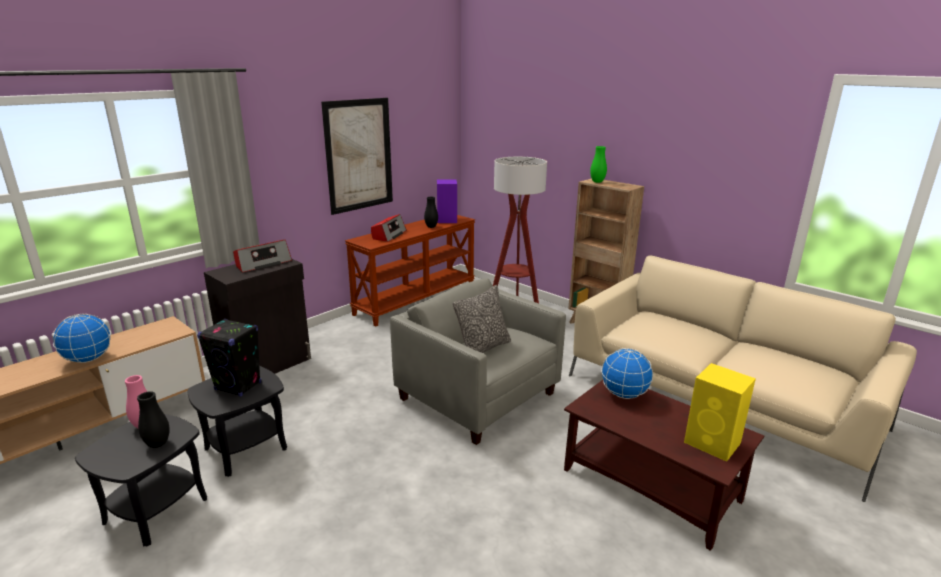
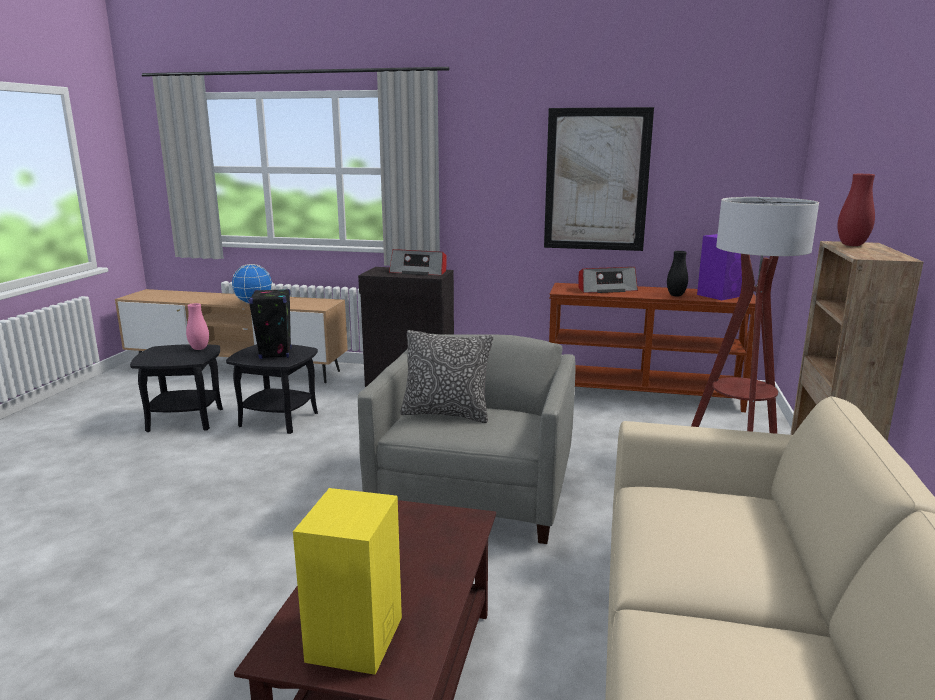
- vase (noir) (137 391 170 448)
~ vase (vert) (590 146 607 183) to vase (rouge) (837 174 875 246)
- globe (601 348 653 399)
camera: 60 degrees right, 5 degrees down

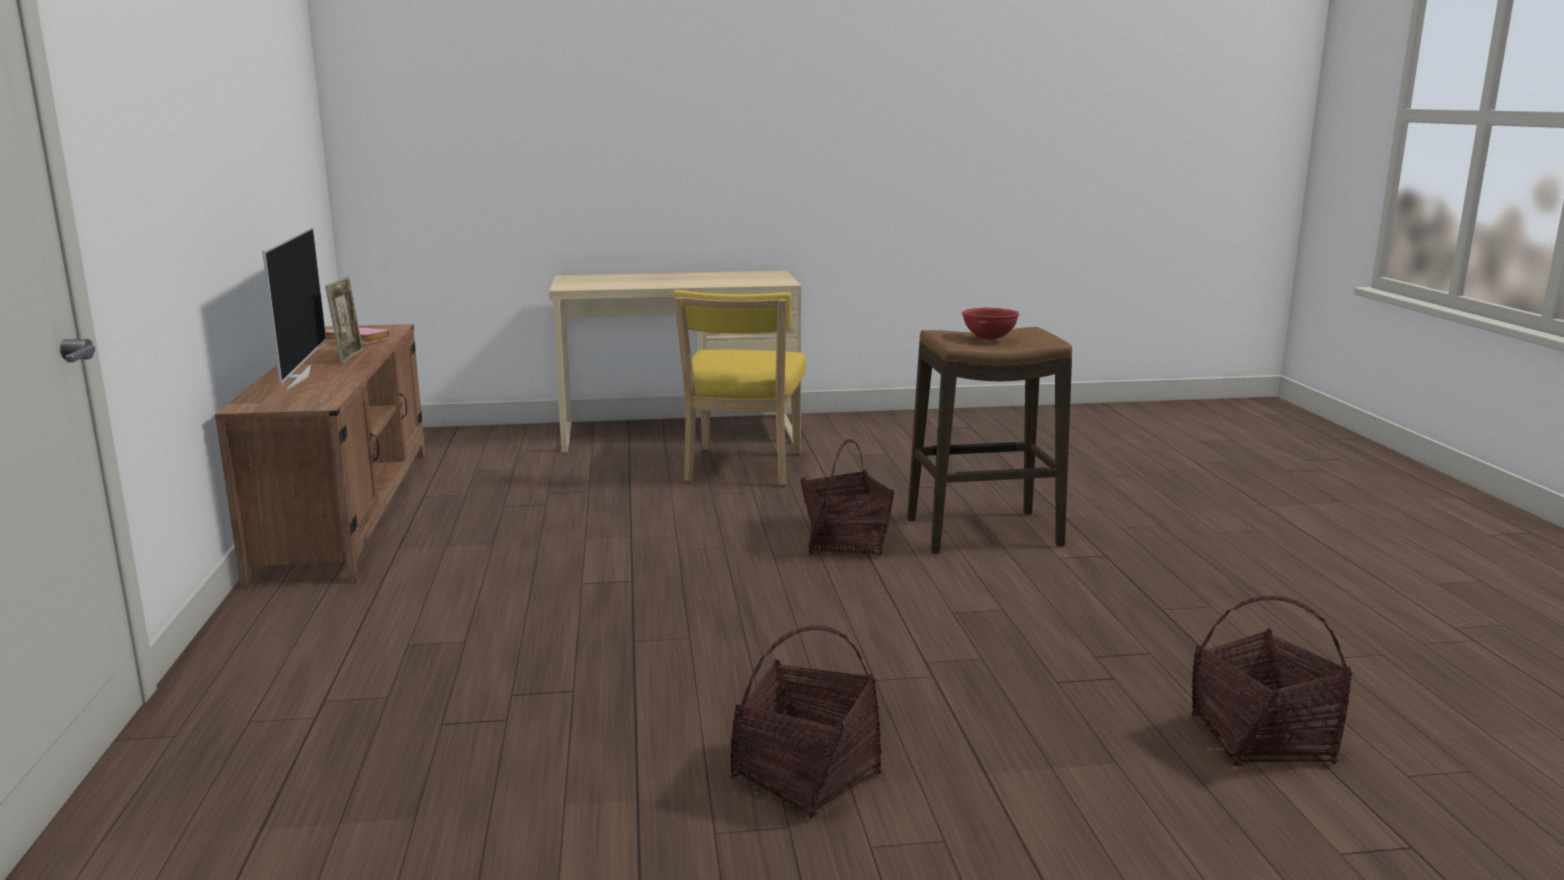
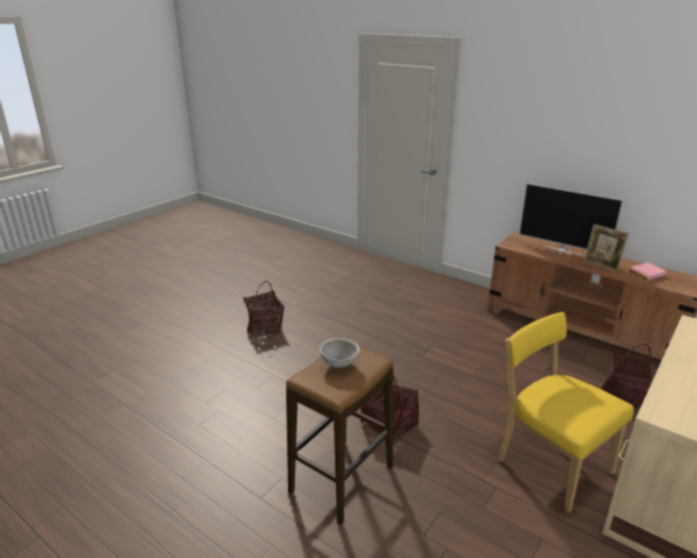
~ bol (rouge) (962 308 1019 340) to bol (gris) (319 338 360 368)
~ panier (1191 596 1352 767) to (601 344 655 410)
camera: 135 degrees right, 10 degrees up

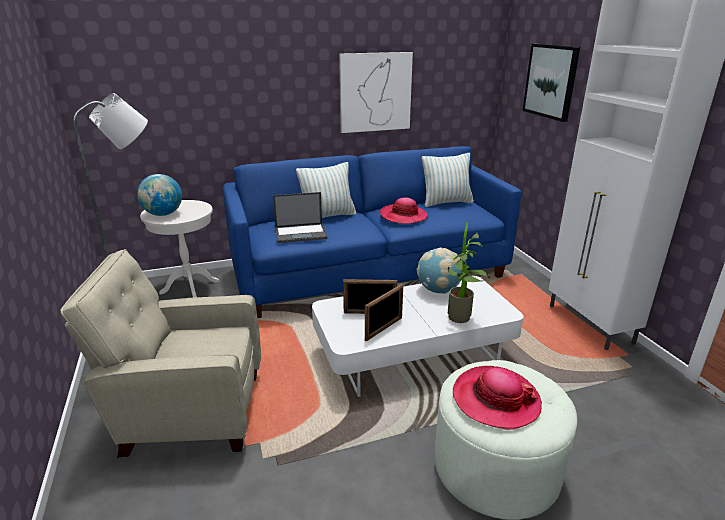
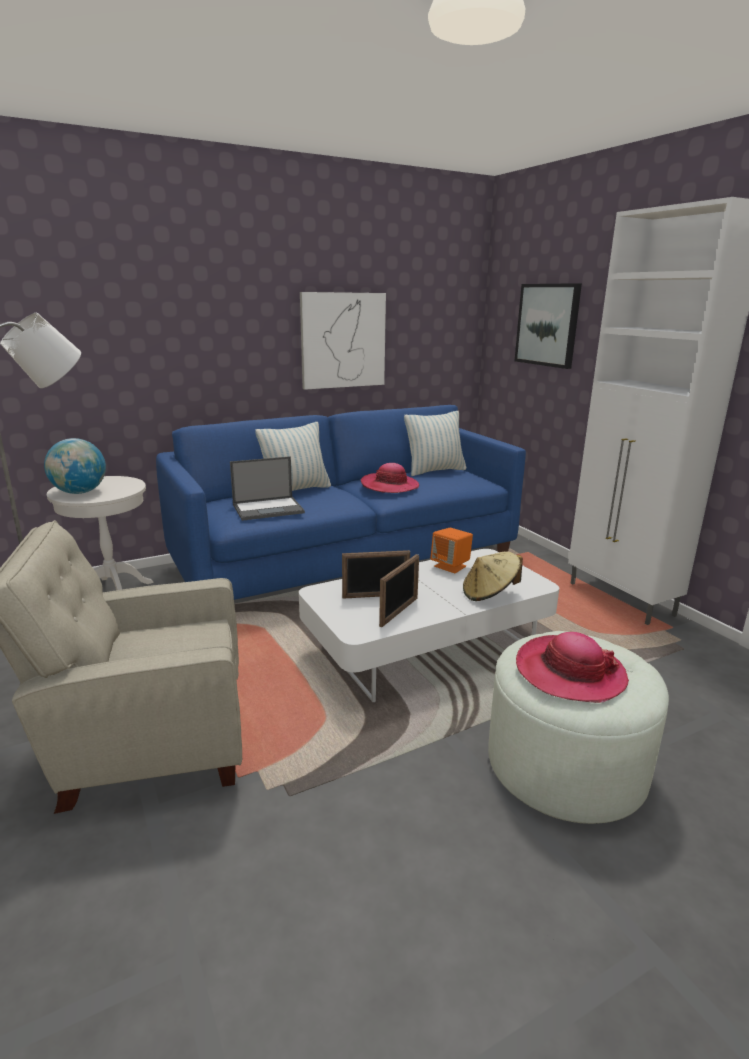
~ globe (417 247 462 294) to enceinte (orange) (430 528 473 573)
~ plante en pot (448 222 490 323) to chapeau (beige) (463 551 523 601)
camera: 10 degrees left, 5 degrees down

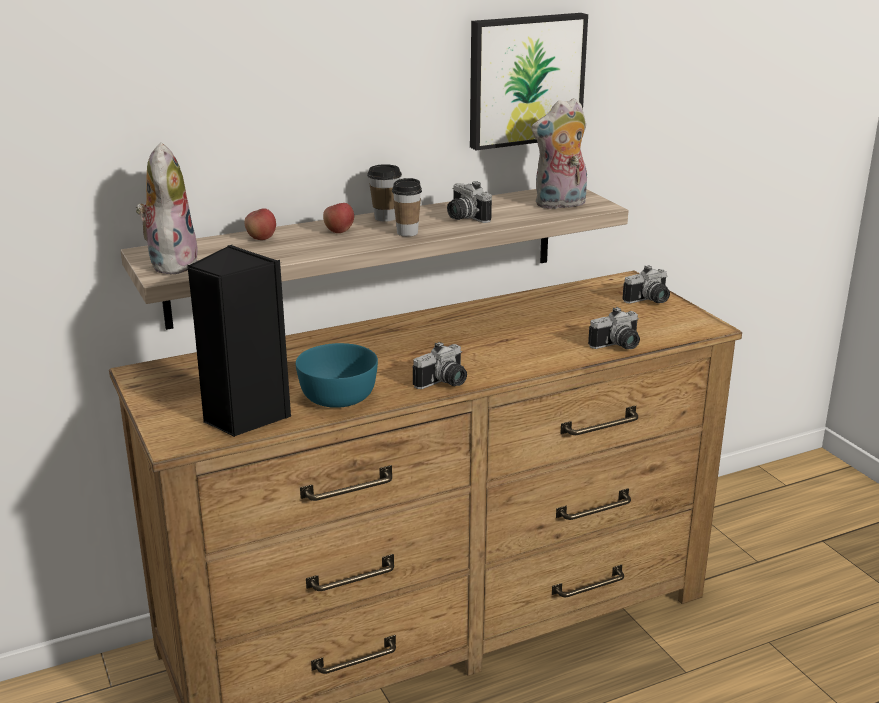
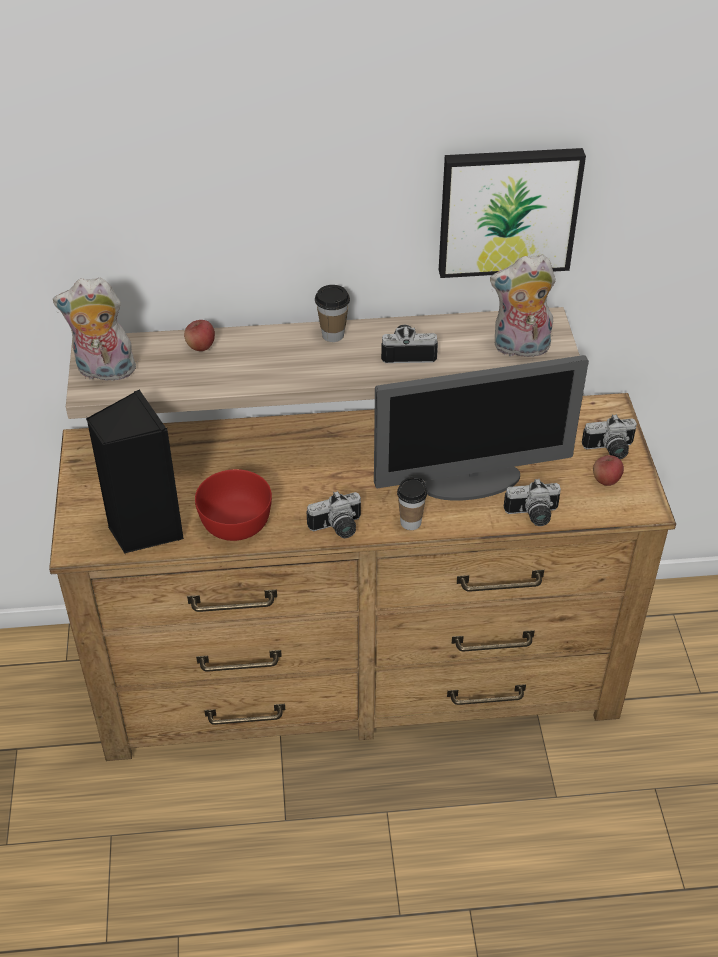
~ peluche (136 143 198 274) = (53 278 138 381) 105 degrees counterclockwise
~ bol (turquoise) (296 343 378 408) to bol (rouge) (195 469 272 541)
~ pomme (323 203 354 233) to (593 455 624 486)
~ tasse (392 178 422 237) to (397 477 427 530)
~ appareil photo (447 181 492 223) = (381 325 438 363) 105 degrees clockwise
+ écran d'ordinateur (374 355 589 501)
camera: 20 degrees right, 20 degrees up

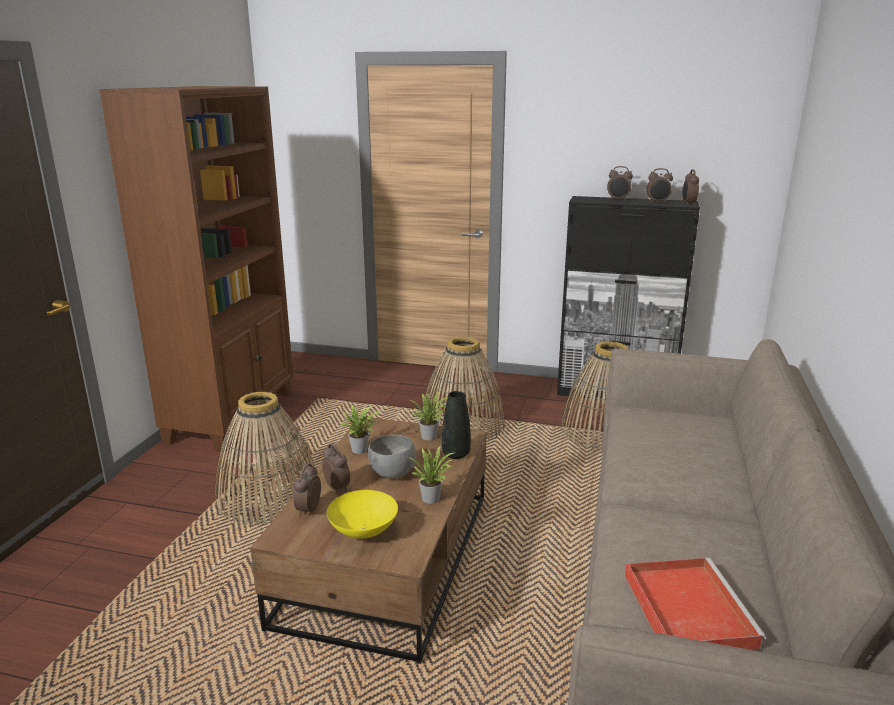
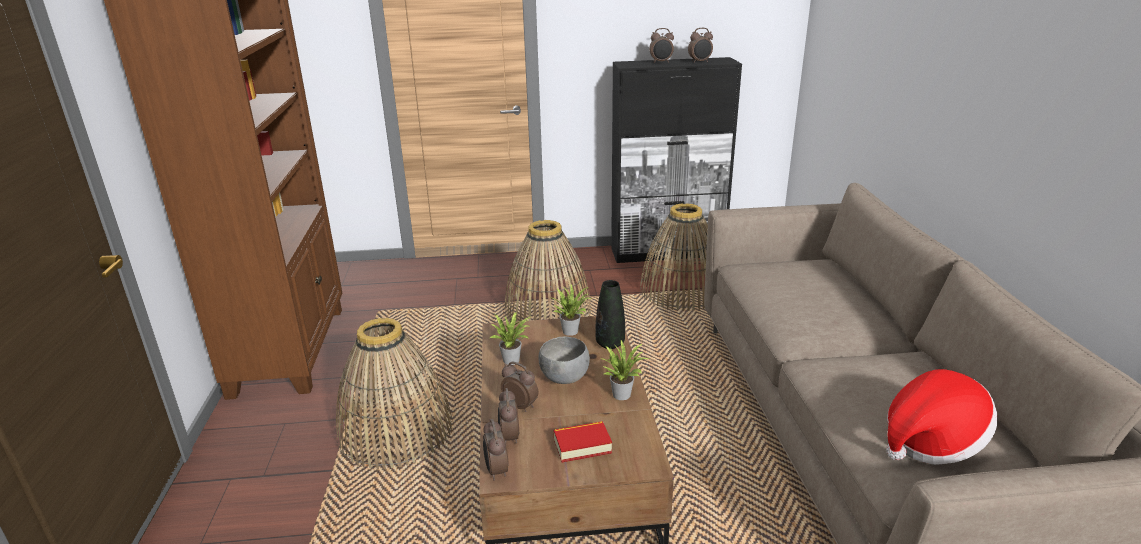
~ bol (jaune) (327 490 398 539) to livre (553 421 612 462)
~ plateau (rouge) (625 558 766 650) to chapeau (886 369 997 465)
~ réveil (682 169 699 206) to (483 419 508 481)
camera: 20 degrees left, 5 degrees up

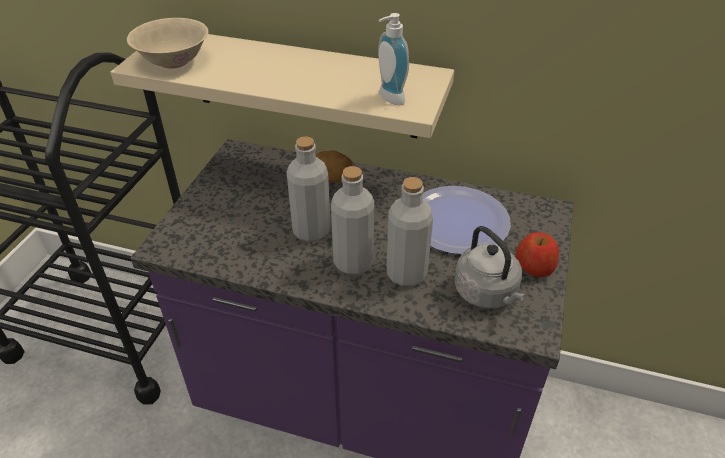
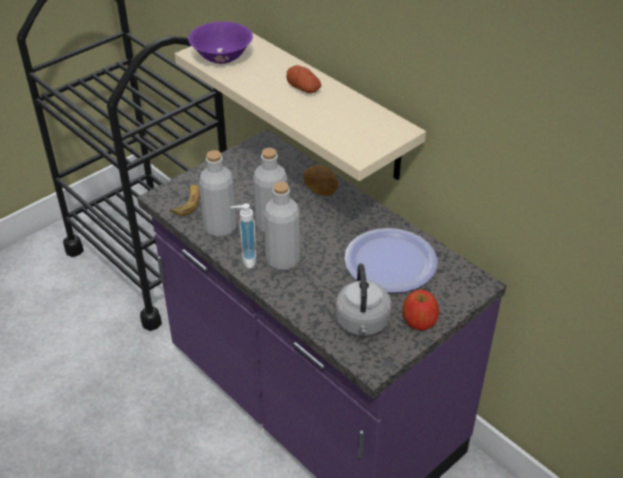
~ bol (beige) (127 18 208 69) to bol (violet) (188 21 253 64)
~ distributeur de savon (378 13 409 105) to (231 203 257 268)
~ bouteille (gris) (386 177 433 286) to (199 150 237 237)
+ banane (169 185 200 216)
+ pomme de terre (287 65 321 93)
camera: 30 degrees right, 0 degrees up

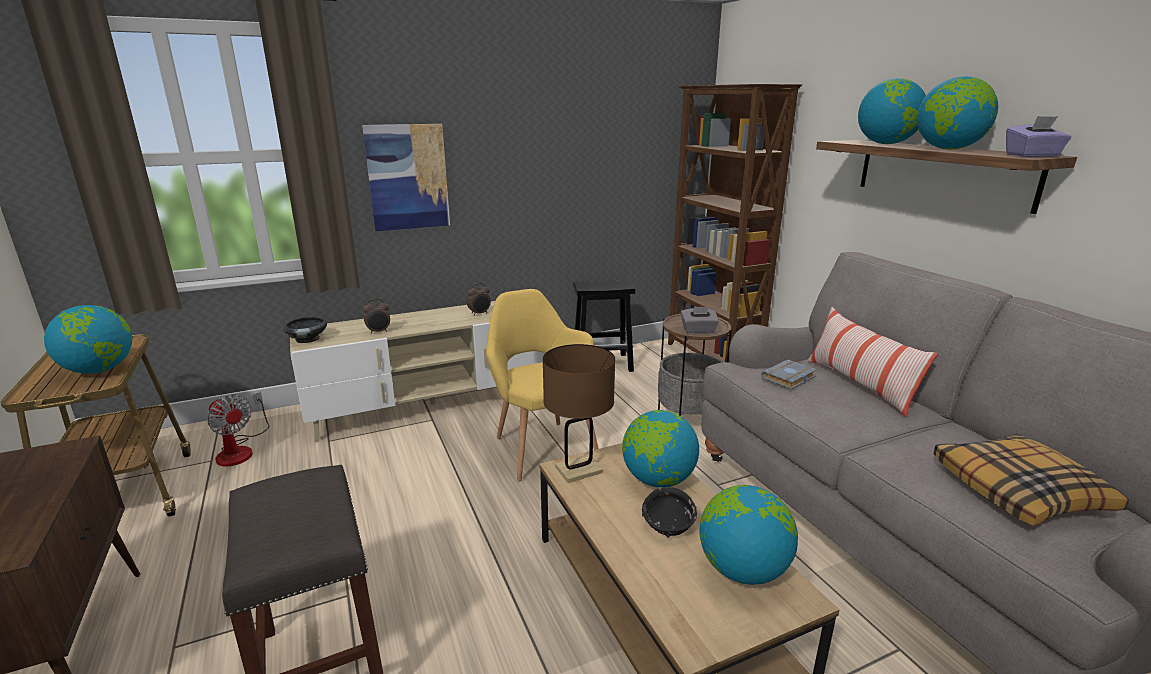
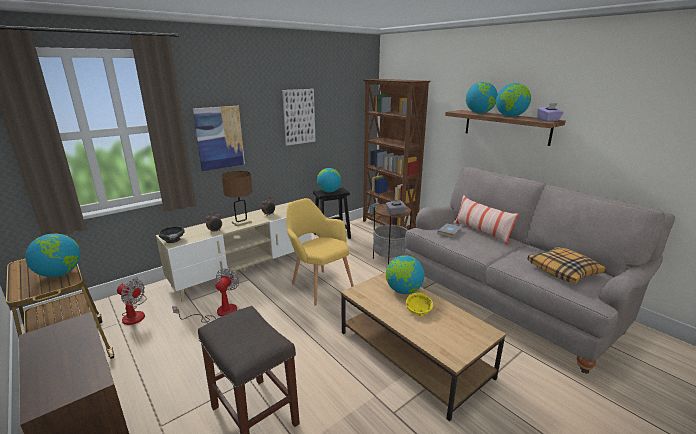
~ lampe de table (marron) (543 344 615 483) to (221 171 253 227)
~ bol (noir) (642 487 697 538) to bol (jaune) (406 293 433 316)
~ globe (700 485 798 585) to (317 168 341 192)
+ ventilateur (172 268 239 323)
+ tableau (282 89 315 146)
camera: 15 degrees left, 0 degrees up

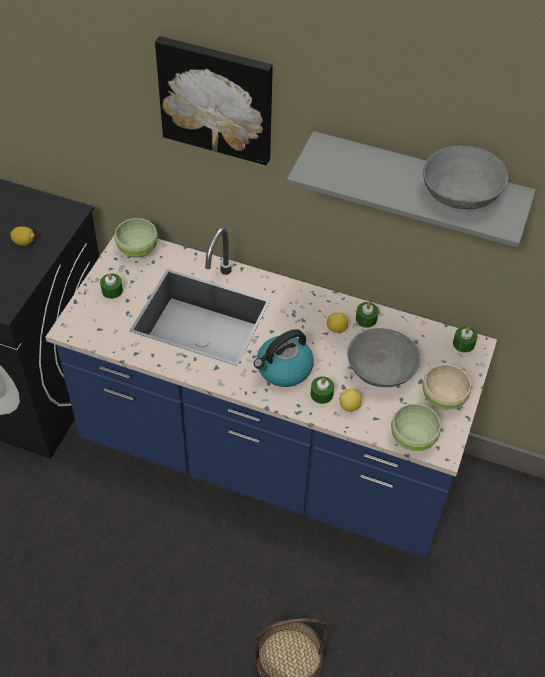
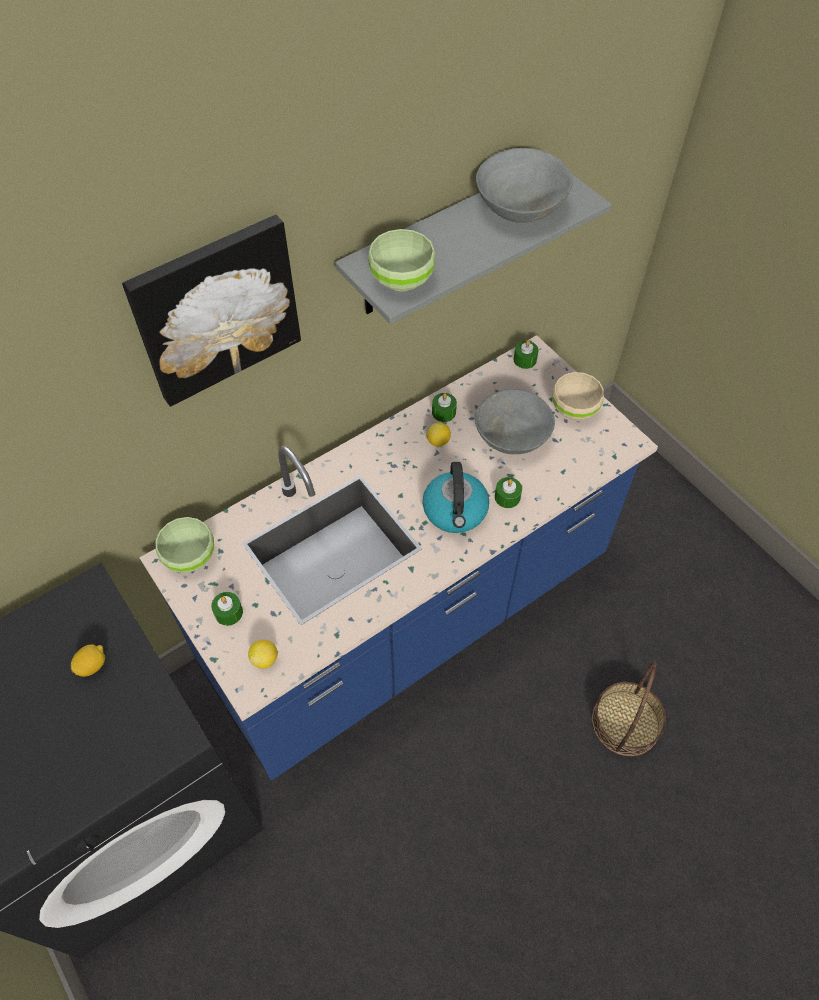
~ citron (339 389 362 412) to (248 640 278 669)
~ bol (vert) (391 403 441 451) to (368 229 436 292)
camera: 55 degrees left, 5 degrees up

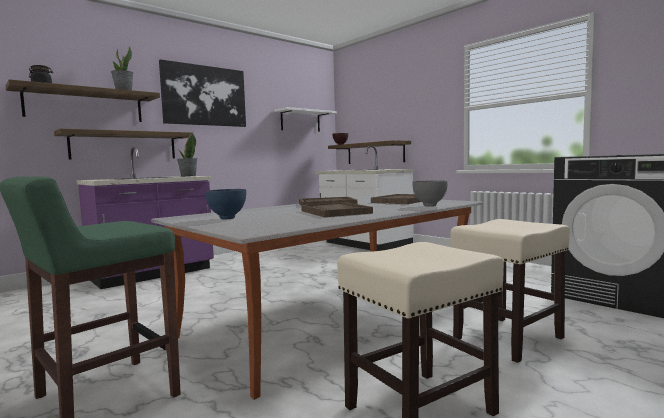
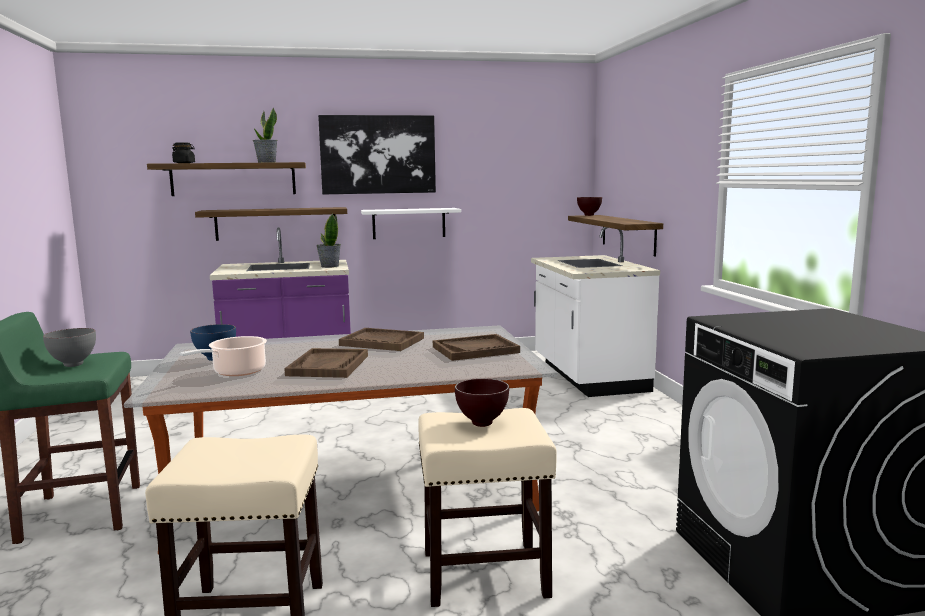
~ étagère (blanc) (274 107 337 132) to (361 208 461 239)
~ bol (gris) (412 180 448 207) to (43 328 96 367)
+ marmite (180 336 267 376)
+ bol (marron) (455 378 509 427)
camera: 30 degrees right, 5 degrees up

